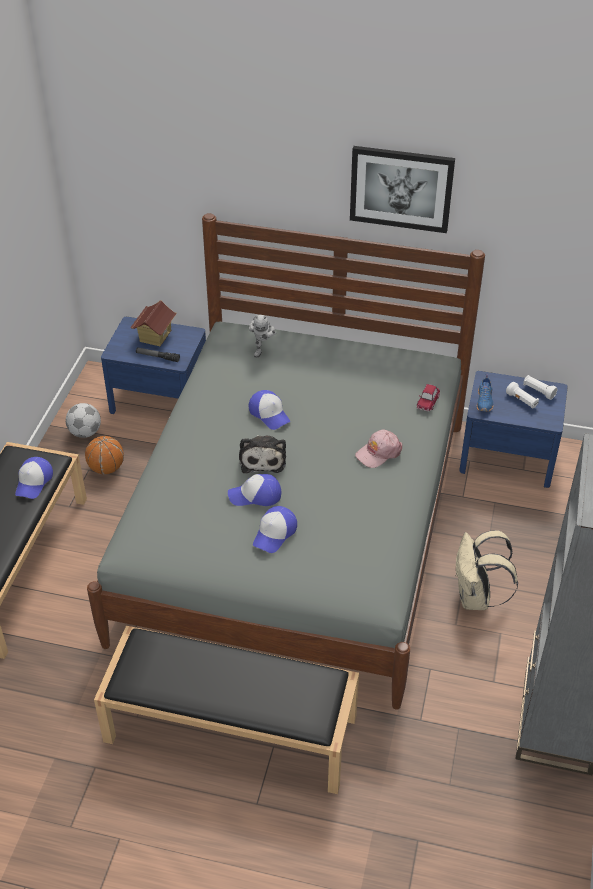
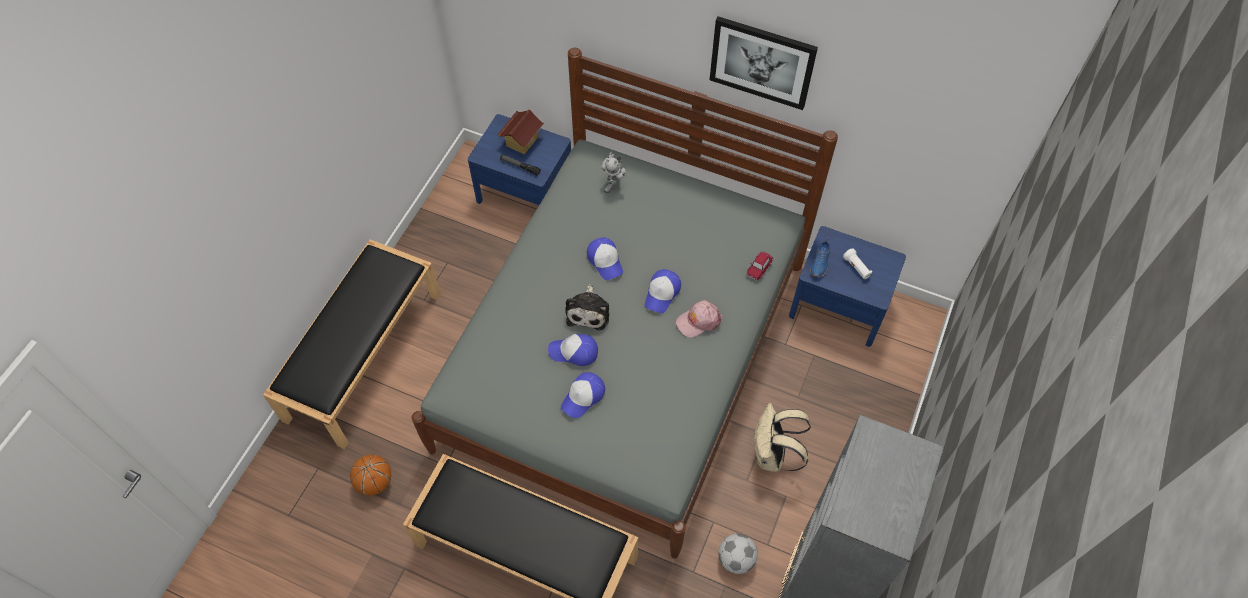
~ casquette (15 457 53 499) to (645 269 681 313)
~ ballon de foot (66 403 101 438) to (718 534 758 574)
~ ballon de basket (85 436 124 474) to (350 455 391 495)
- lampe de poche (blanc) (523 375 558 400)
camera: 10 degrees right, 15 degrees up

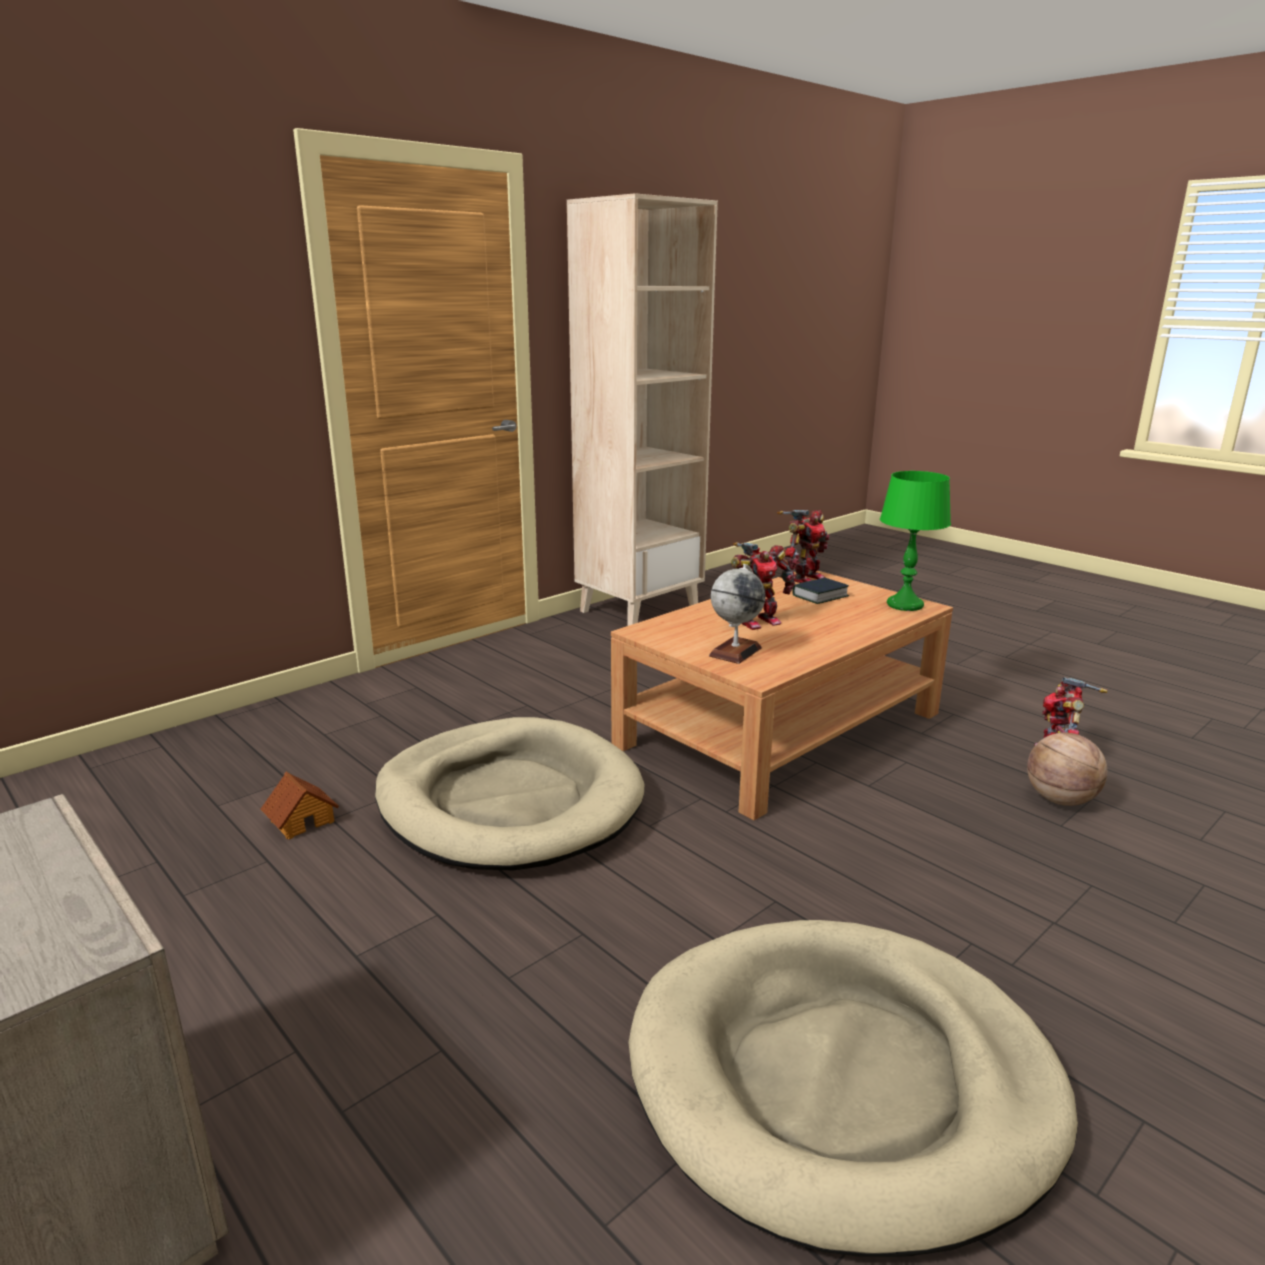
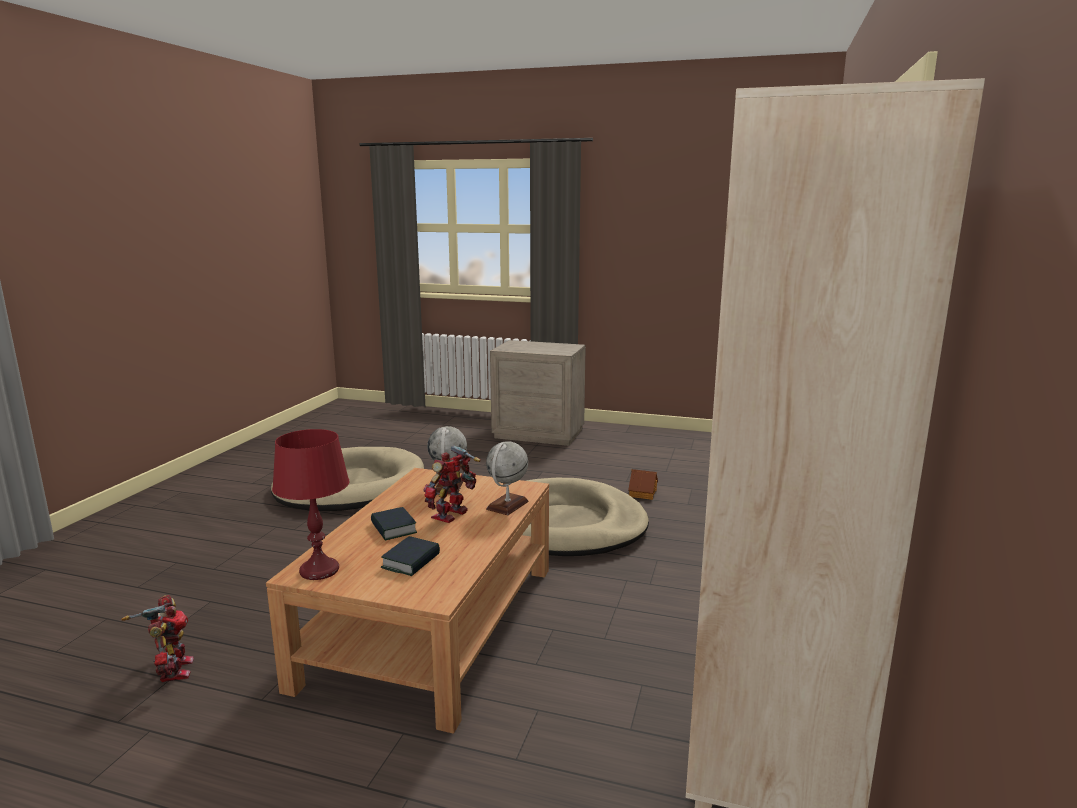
- robot jouet (777 510 830 583)
~ lampe de table (vert) (880 471 951 611) to lampe de table (rouge) (272 429 350 580)
- ballon de basket (1027 733 1107 806)
+ livre (371 507 417 541)
+ globe (486 441 529 515)
camera: 150 degrees right, 5 degrees down

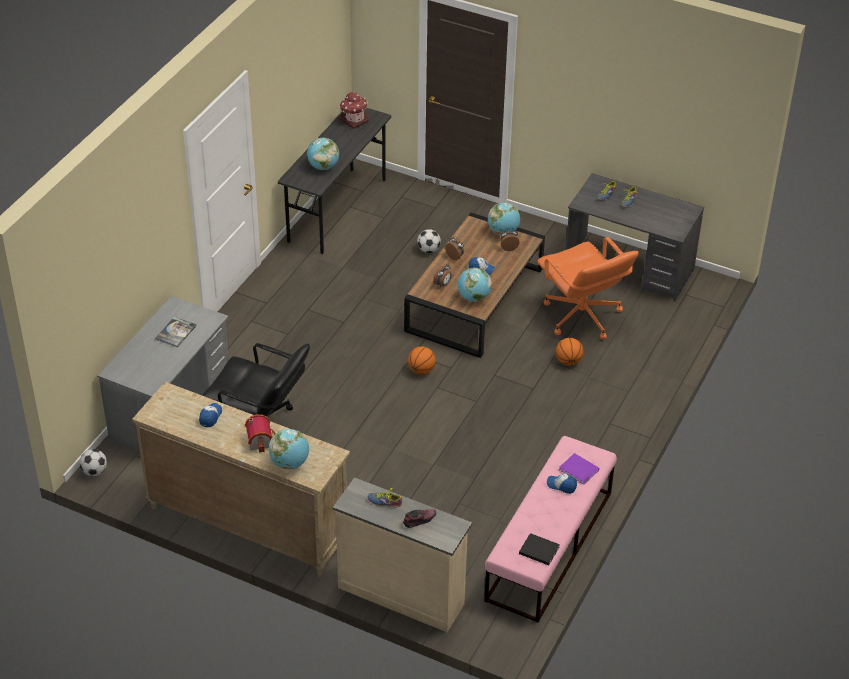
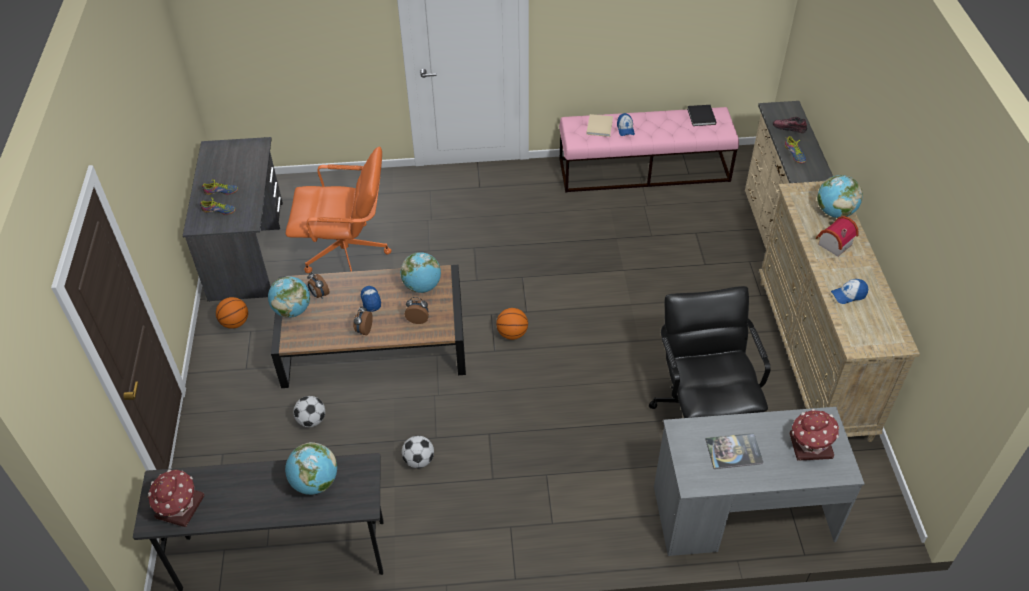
~ ballon de foot (79 449 107 476) to (402 436 434 468)
~ chaise de bureau (orange) (537 237 639 339) = (286 146 391 273) 60 degrees clockwise
~ ballon de basket (556 338 584 365) to (216 297 248 329)
~ livre (violet) (559 453 599 485) to livre (beige) (586 114 613 137)
+ maison miniature (789 409 839 461)
camera: 120 degrees left, 5 degrees up

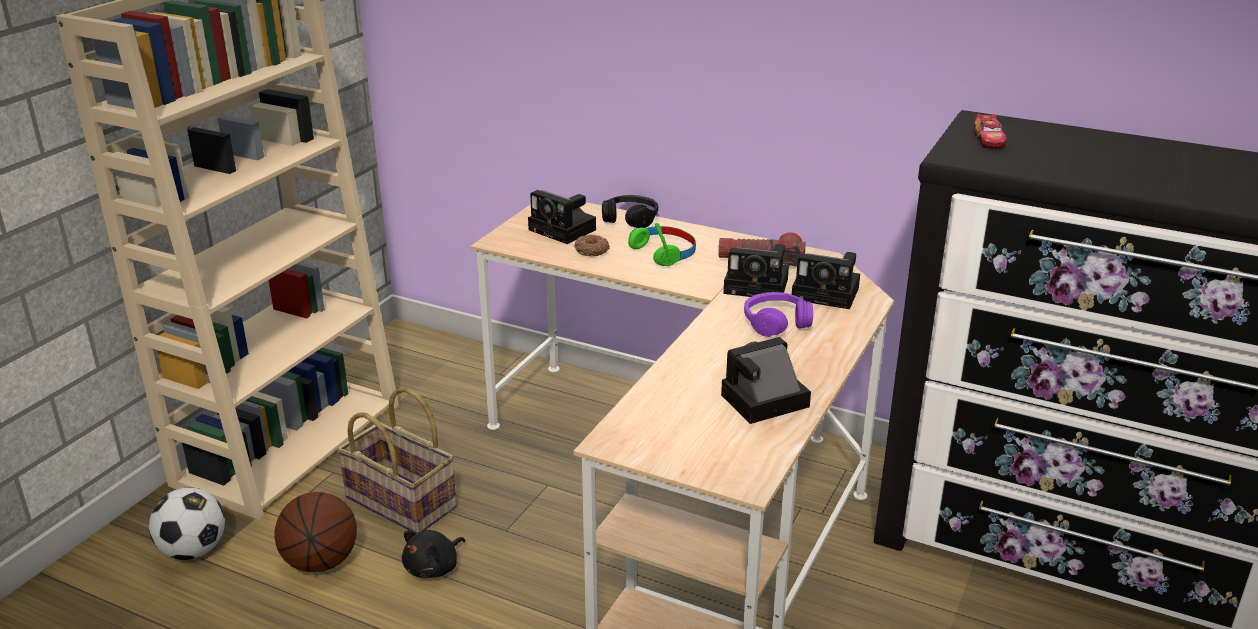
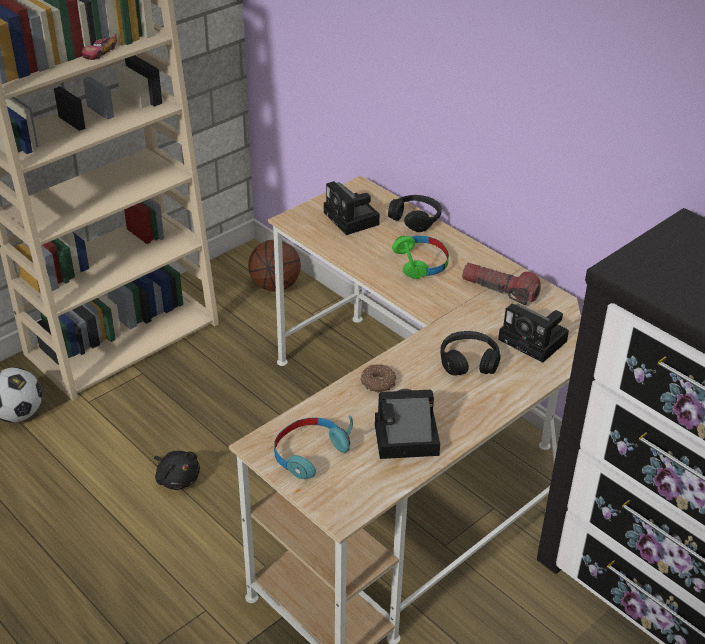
~ ballon de basket (274 492 357 572) to (248 239 301 292)
- panier (337 387 457 534)
~ peluche (noir) (402 530 465 578) = (154 451 200 490) 105 degrees counterclockwise
~ beignet (574 234 610 256) to (360 364 396 392)
- appareil photo (723 244 789 301)
~ casque audio (violet) (744 292 813 337) to casque audio (noir) (440 331 501 375)
~ petite voiture (974 114 1007 149) to (82 33 117 60)
+ casque audio (turquoise) (274 416 353 479)
camera: 20 degrees right, 10 degrees up

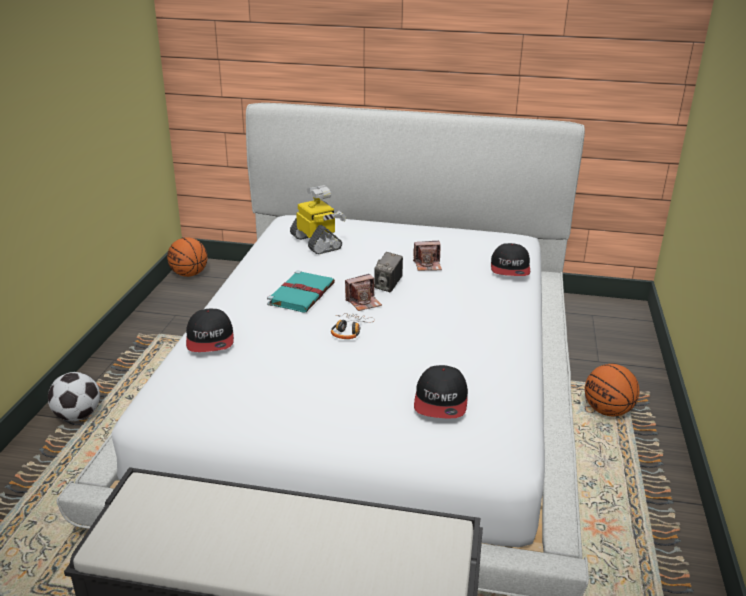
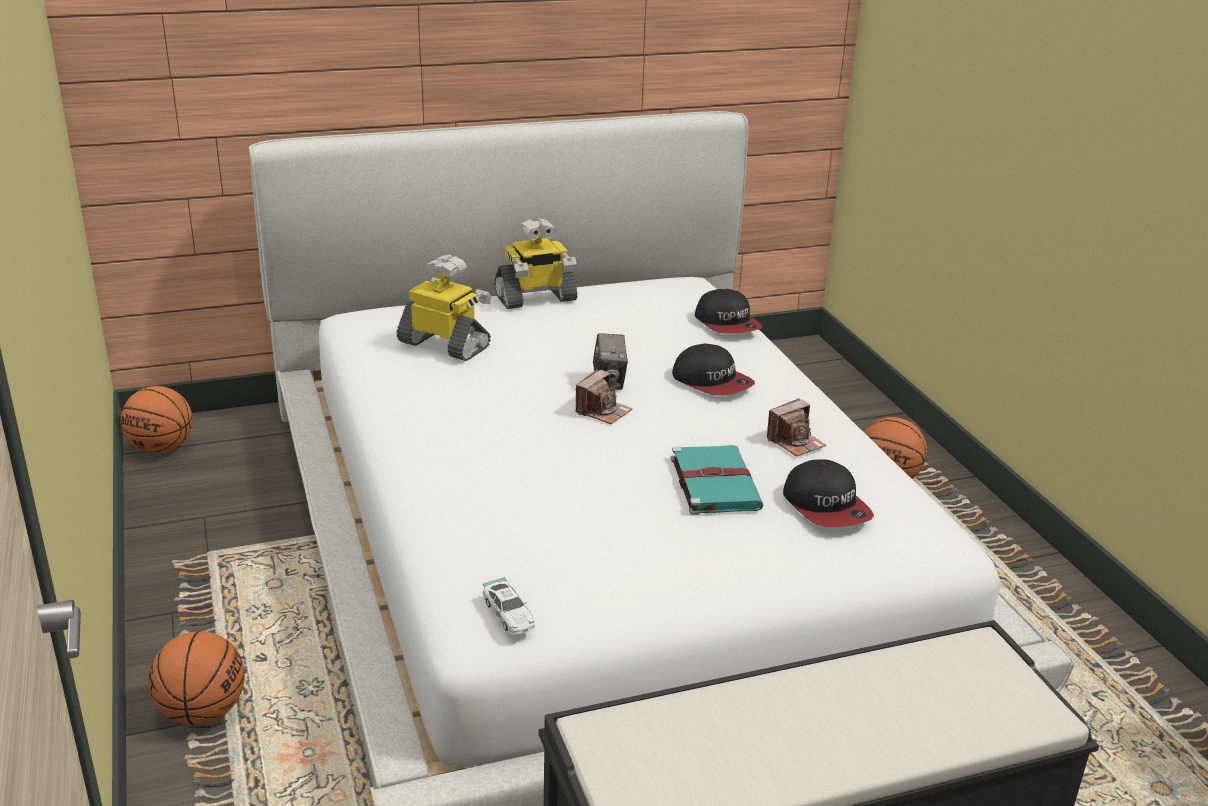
~ ballon de foot (48 372 100 421) to ballon de basket (148 632 245 725)
~ casquette (186 309 234 352) to (672 344 755 396)
~ livre (turquoise) (267 270 335 313) to (671 445 764 515)
- casque audio (331 313 375 339)
~ appareil photo (413 241 442 271) to (767 398 826 457)
+ petite voiture (483 577 535 635)
+ robot jouet (494 218 577 309)
camera: 30 degrees left, 0 degrees up

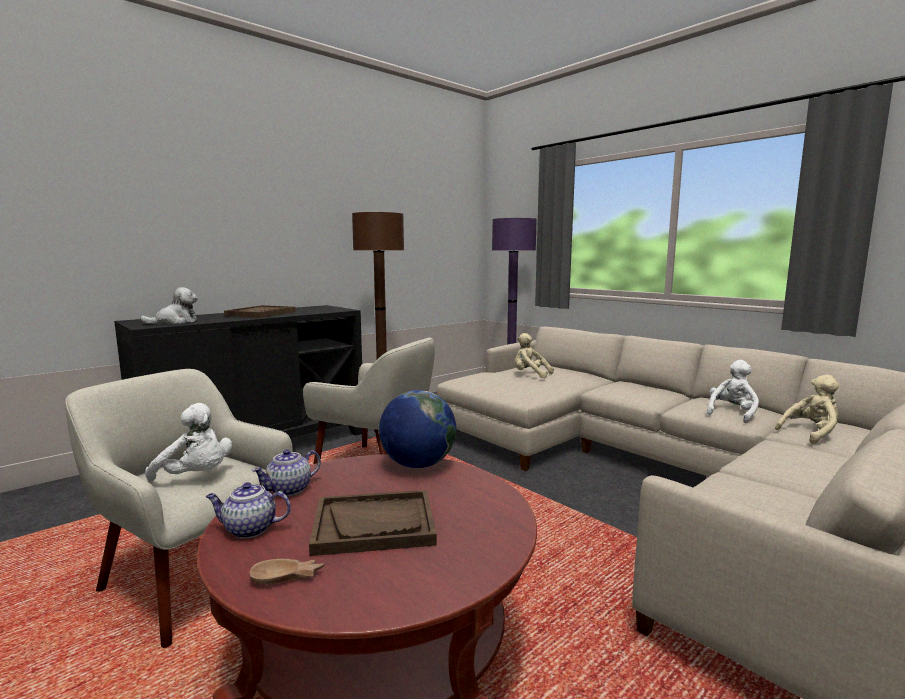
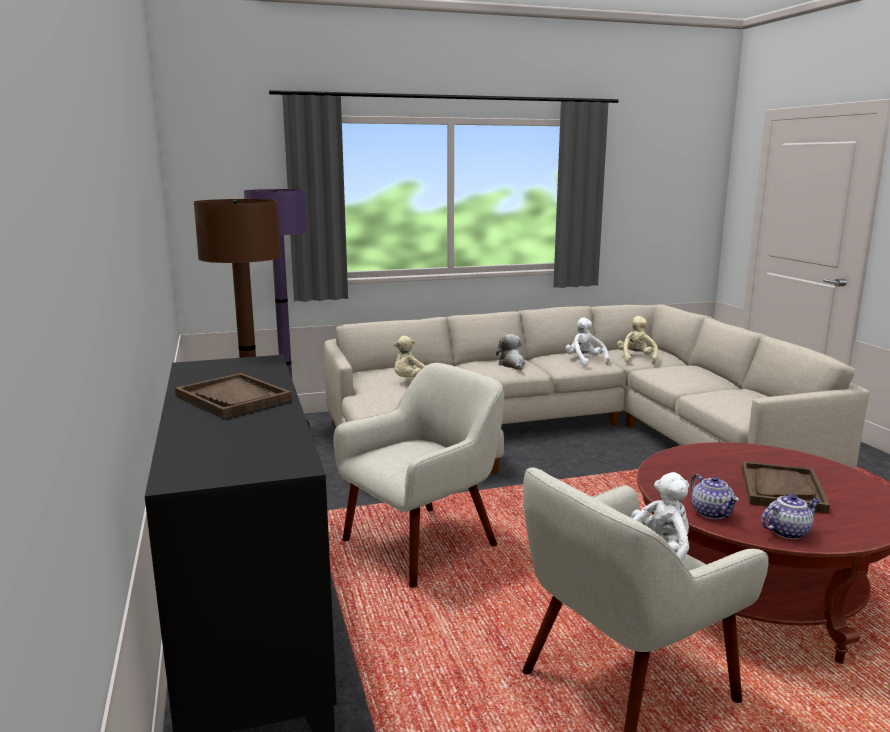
~ peluche (140 287 198 324) to (496 334 525 370)
~ théière (206 482 291 538) = (761 494 820 539) 135 degrees counterclockwise
- bol (marron) (249 559 325 584)
- globe (379 390 456 468)
camera: 65 degrees left, 5 degrees up

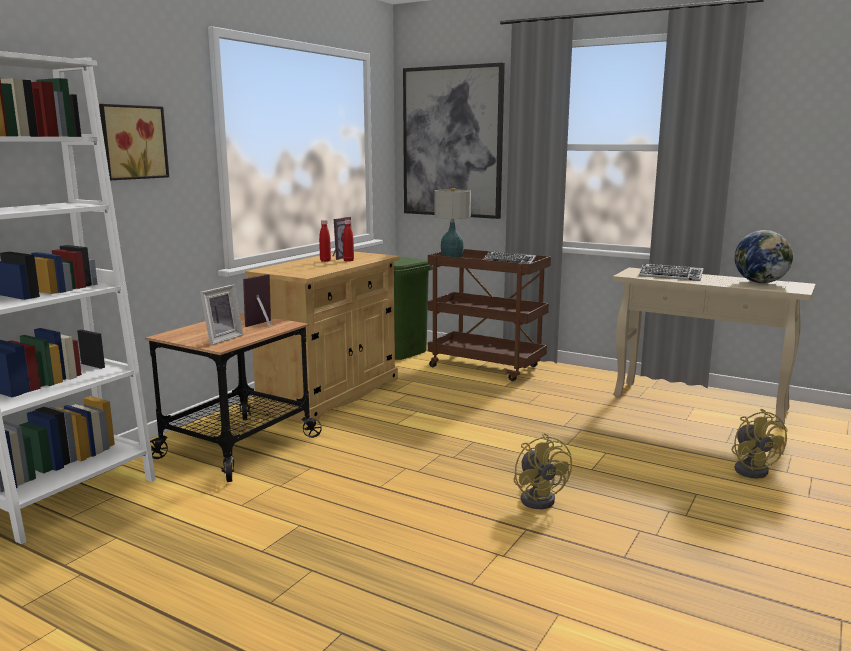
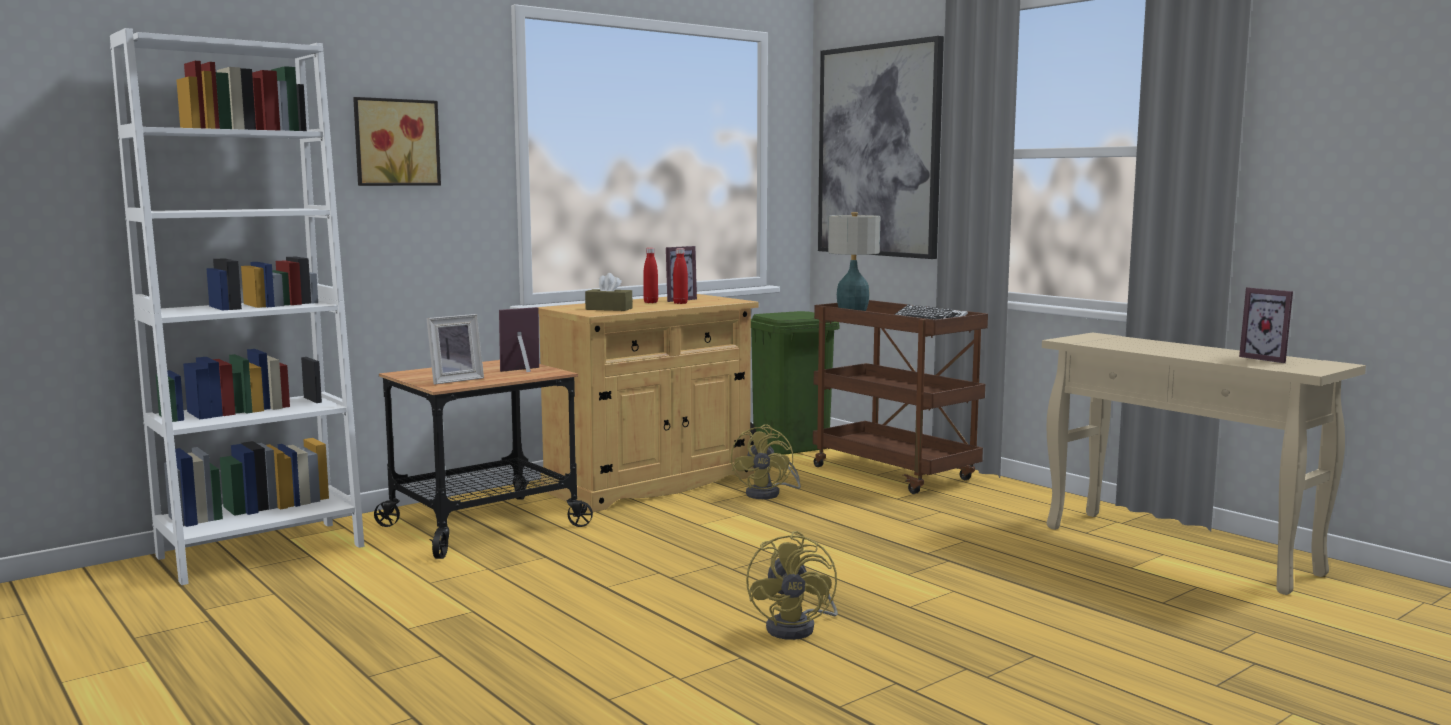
- clavier (639 263 704 281)
~ ventilateur (jaune) (732 409 788 478) to (731 424 801 499)
~ globe (734 230 794 283) to cadre photo (1239 287 1293 363)
+ boîte à mouchoirs (marron) (585 273 633 311)
camera: 20 degrees right, 5 degrees down

